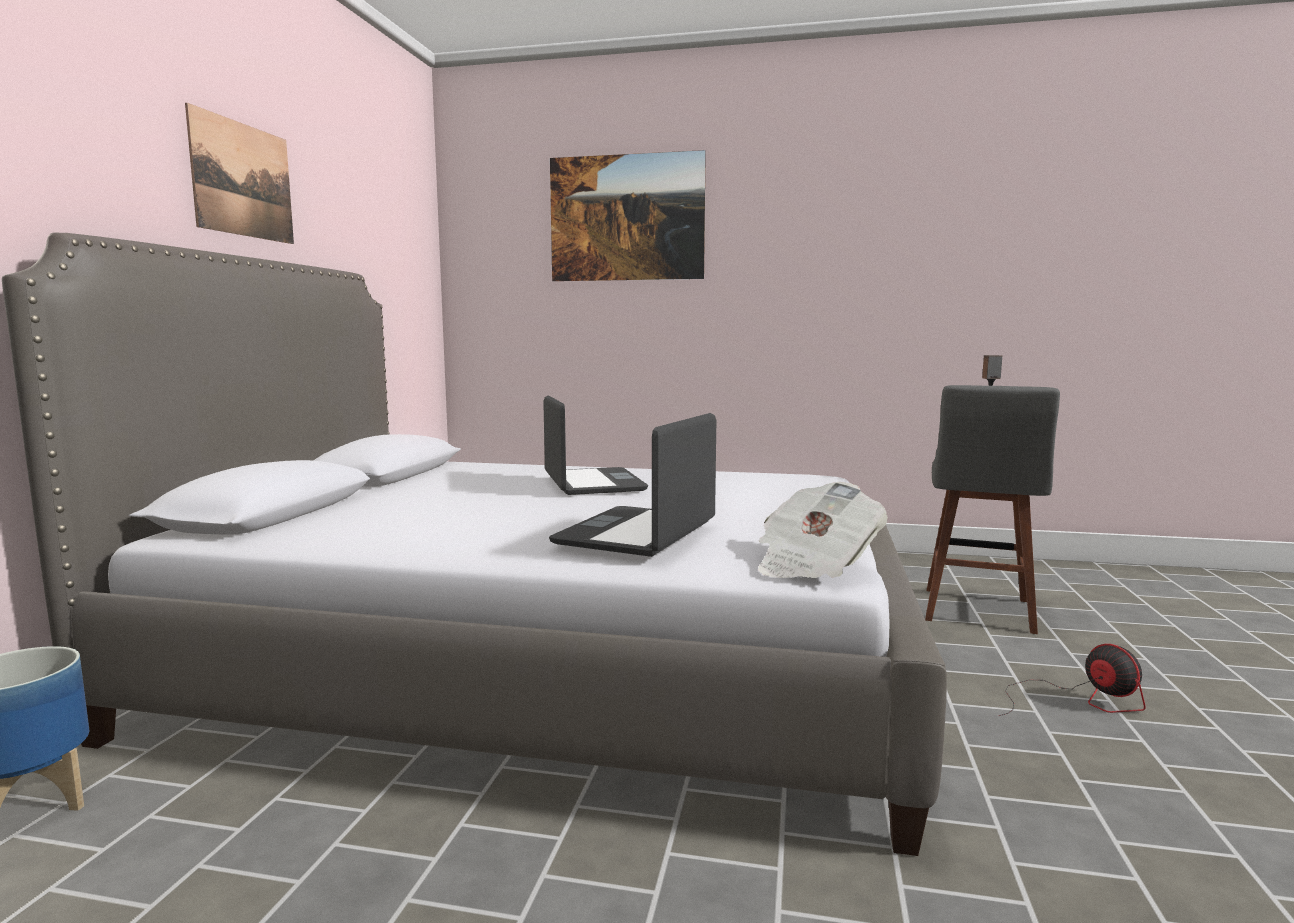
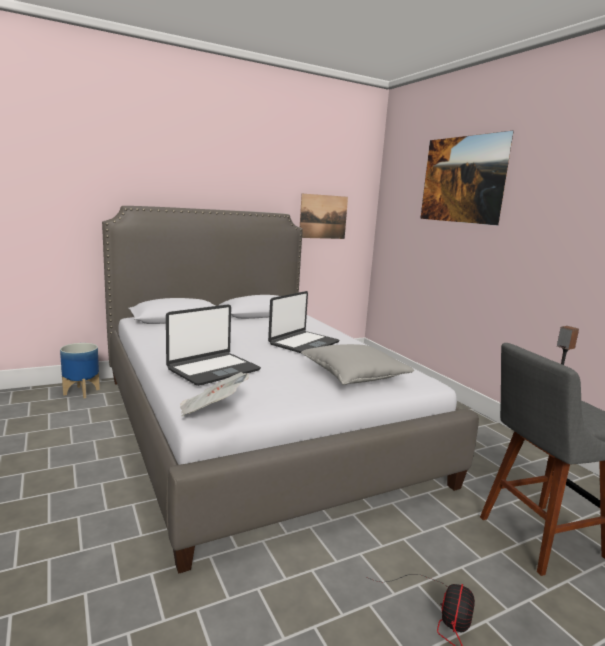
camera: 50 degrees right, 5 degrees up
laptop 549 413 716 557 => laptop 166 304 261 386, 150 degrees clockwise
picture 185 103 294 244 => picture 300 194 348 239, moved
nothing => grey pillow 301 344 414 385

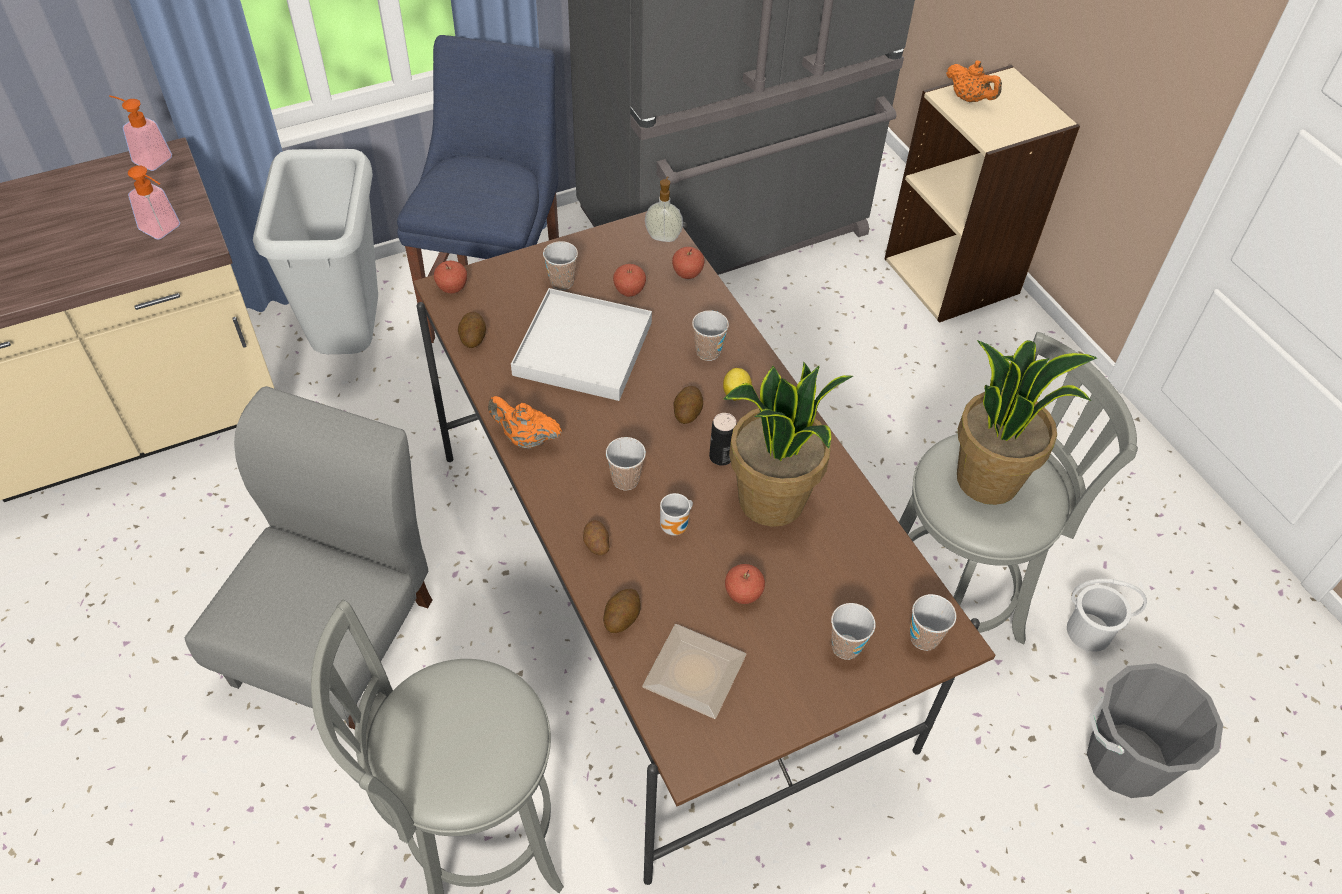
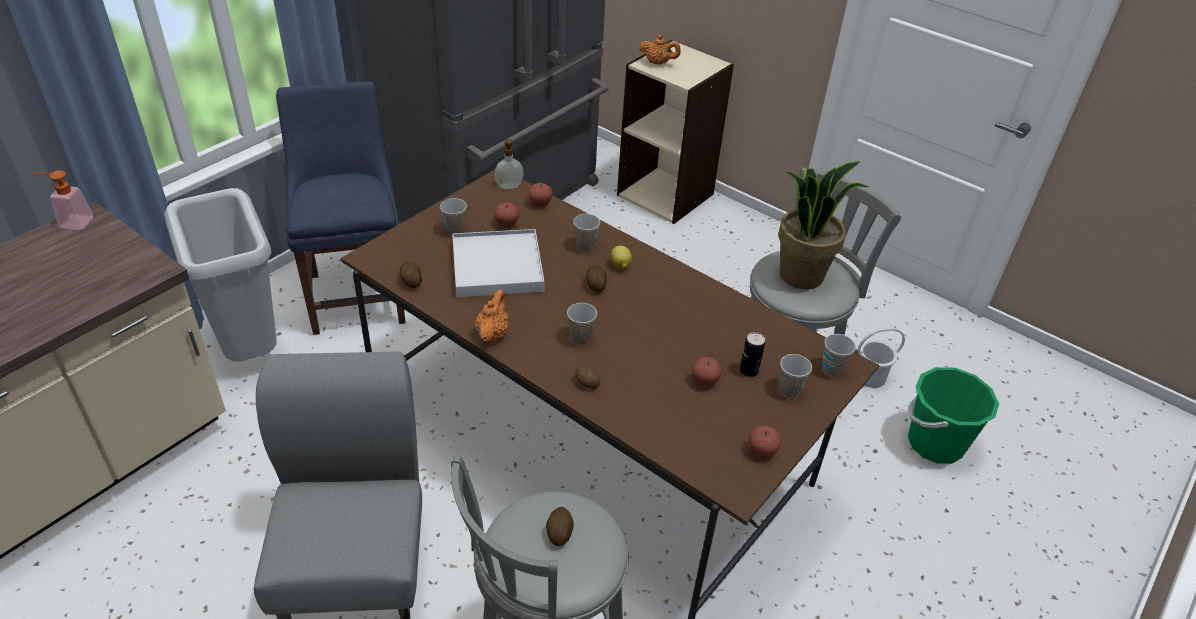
camera: 25 degrees left, 10 degrees down
orange teapot 488 396 562 449 => orange teapot 475 290 509 342, 105 degrees clockwise
potato 603 589 640 633 => potato 546 507 574 546, moved
can 709 413 737 466 => can 740 332 765 377, moved
apple 434 261 467 293 => apple 749 426 781 458, moved
grey bucket 1087 663 1223 798 => green bucket 908 367 999 464
soap dispenser 128 166 180 240 => nothing
plate 642 624 747 719 => nothing
mug 660 493 693 535 => nothing
potted plant 724 361 853 527 => nothing

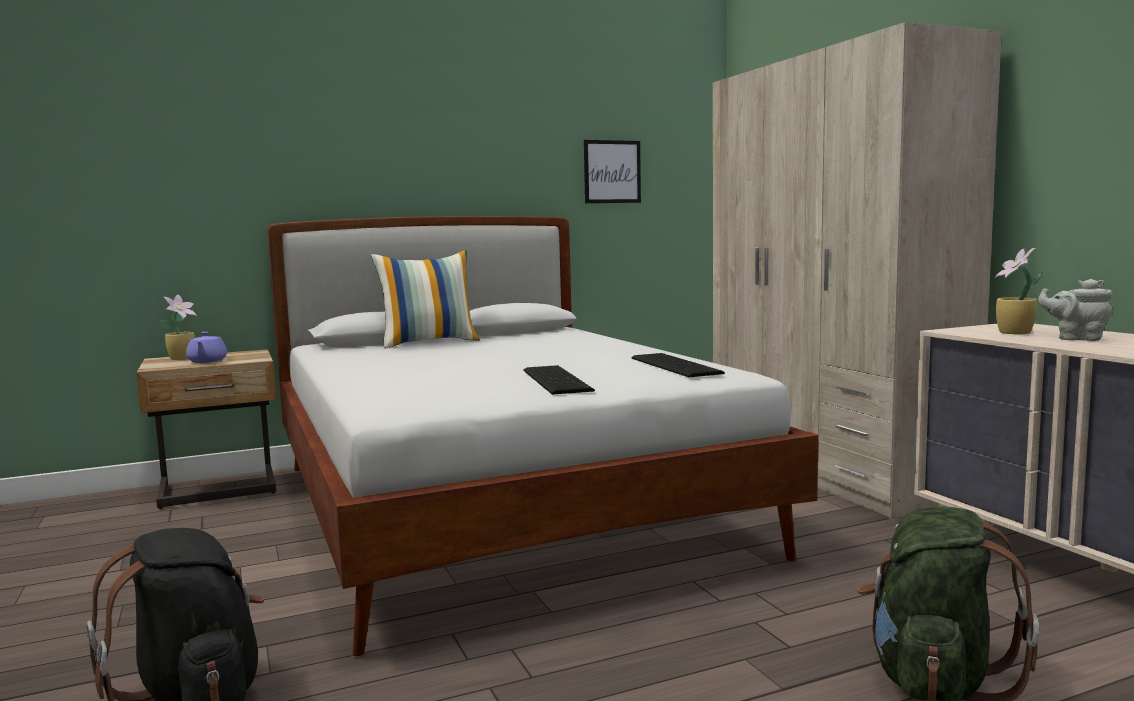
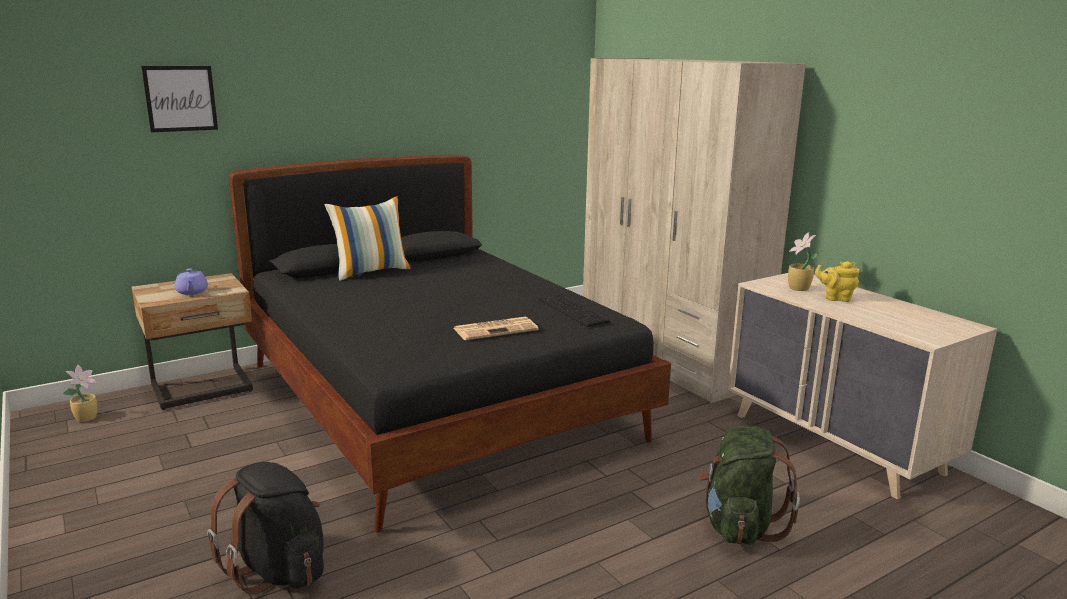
camera: 10 degrees left, 10 degrees up
potted plant 158 295 197 360 => potted plant 63 365 98 422, moved
picture 584 140 641 203 => picture 141 66 218 132, moved
white bed 267 216 818 656 => black bed 228 155 671 533
keyboard 523 365 595 395 => newspaper 454 317 538 340
grey teapot 1038 279 1112 341 => yellow teapot 815 261 859 302

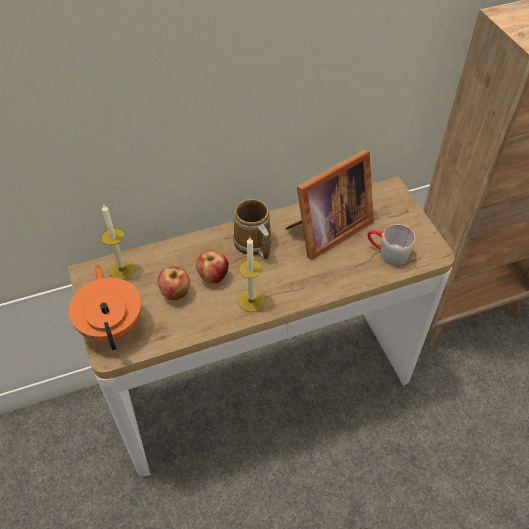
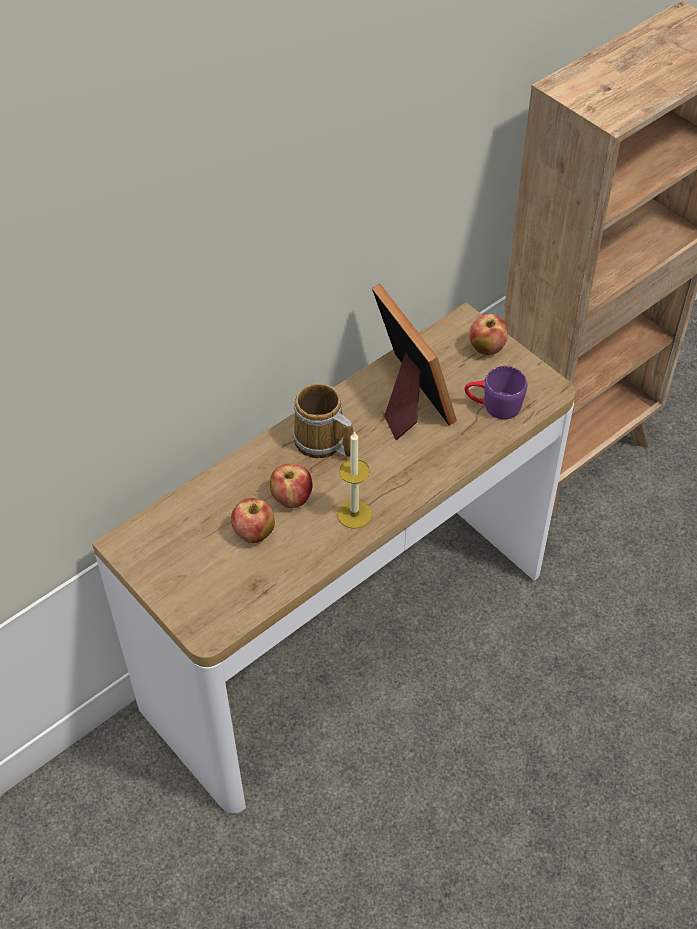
camera: 20 degrees left, 0 degrees up
picture frame 286 149 374 260 => picture frame 372 284 457 440, 60 degrees counterclockwise
grey mug 367 224 415 266 => purple mug 464 366 527 419
nothing => apple 469 314 508 355
orange teapot 69 264 142 350 => nothing
candle 101 205 135 280 => nothing

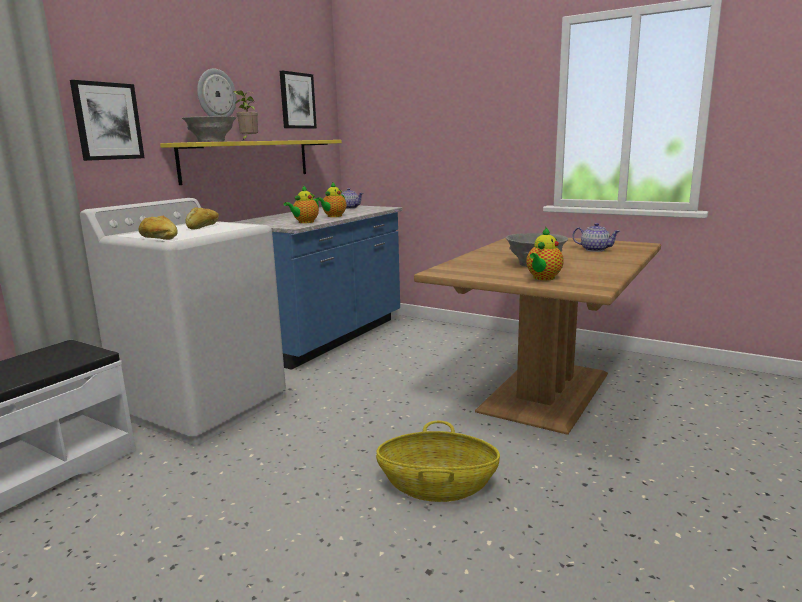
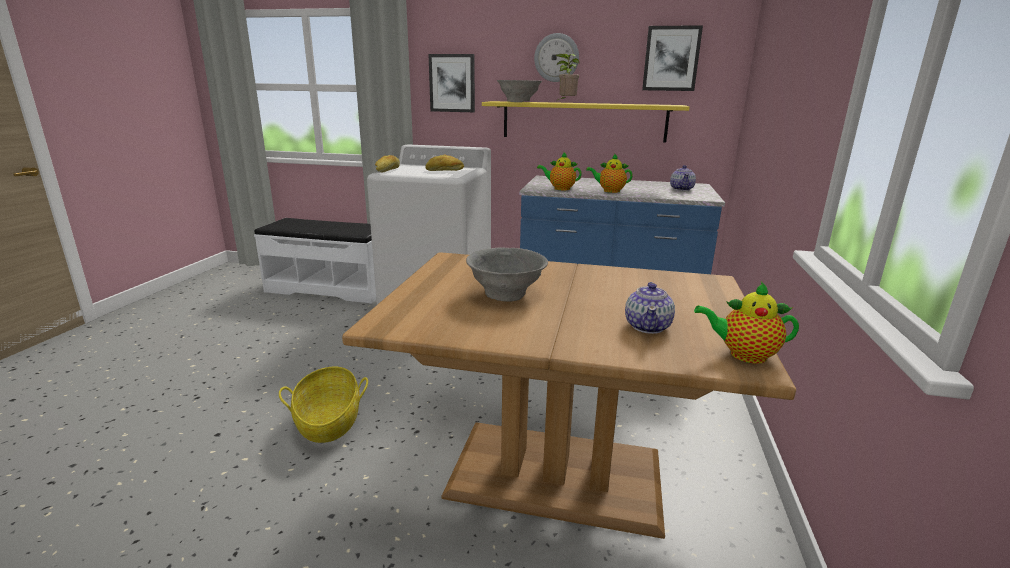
camera: 70 degrees right, 5 degrees up
teapot 526 227 564 280 => teapot 694 282 799 364, moved

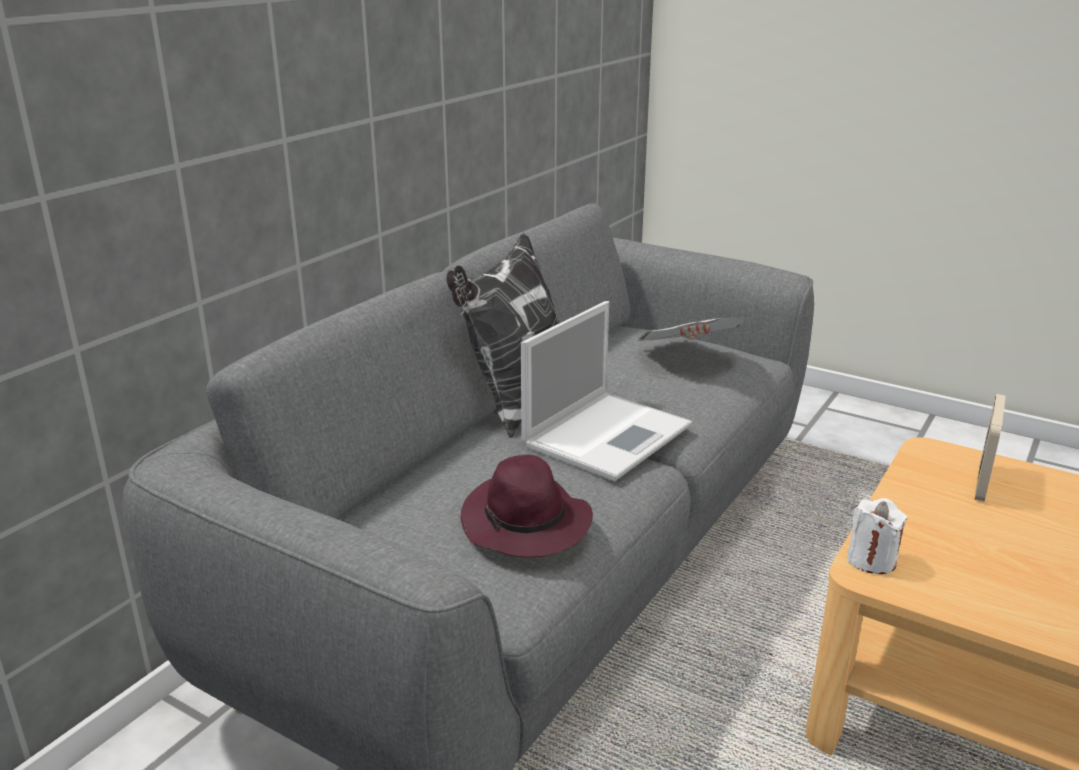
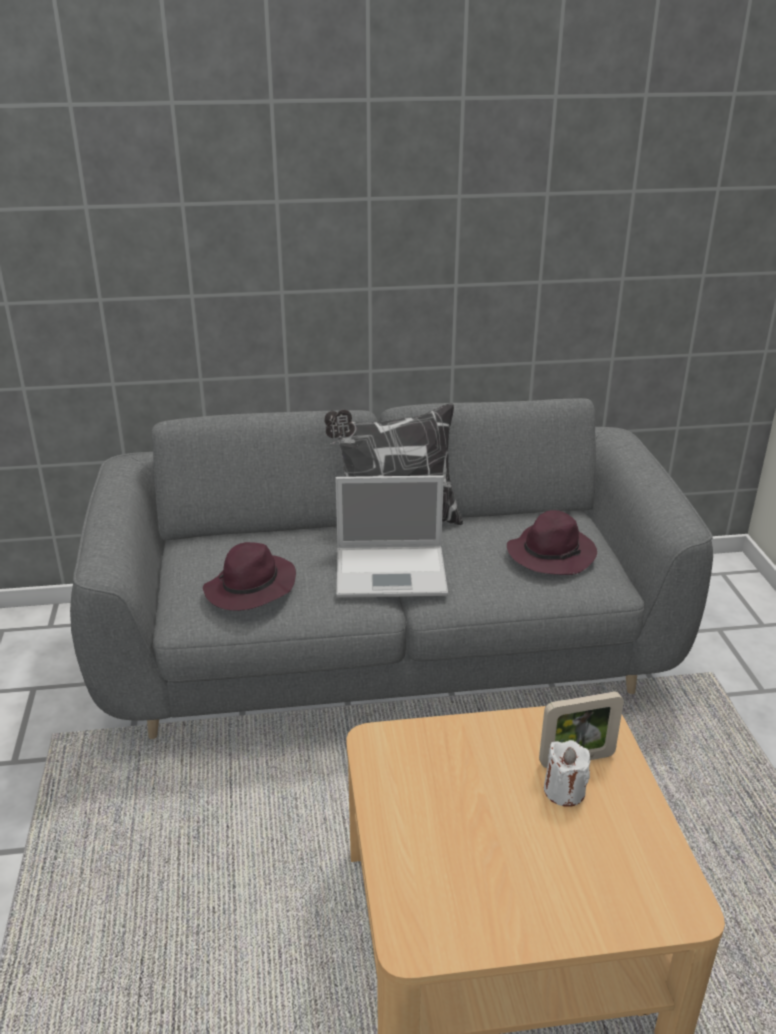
camera: 50 degrees right, 5 degrees up
newspaper 638 317 746 341 => purple hat 507 510 597 575
white candle 847 498 907 574 => white candle 544 740 590 807, moved

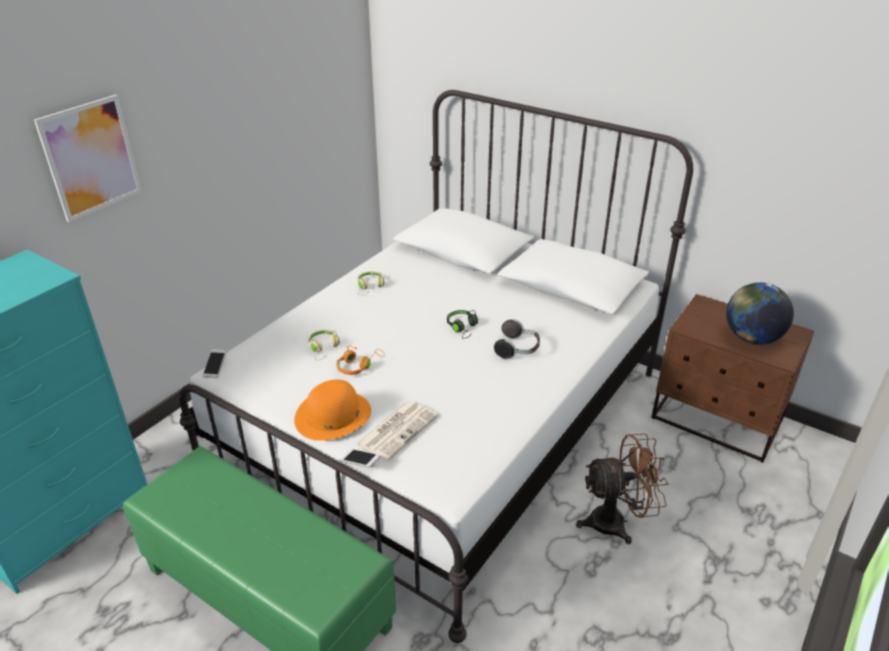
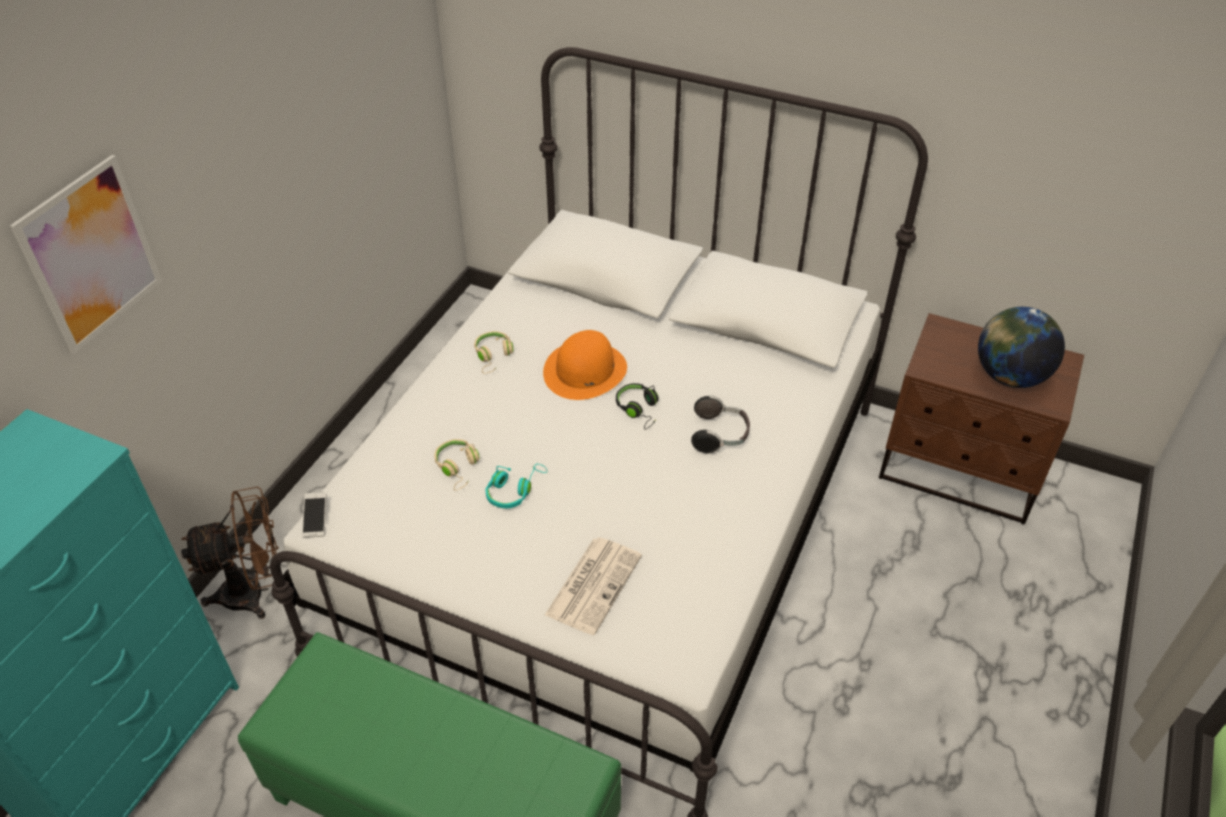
camera: 10 degrees left, 10 degrees up
brown fan 576 434 668 544 => brown fan 181 486 279 619, moved
orange headphones 337 345 385 375 => turquoise headphones 486 464 548 508
orange hat 294 379 371 441 => orange hat 543 330 627 400, moved
phone 341 449 381 468 => nothing

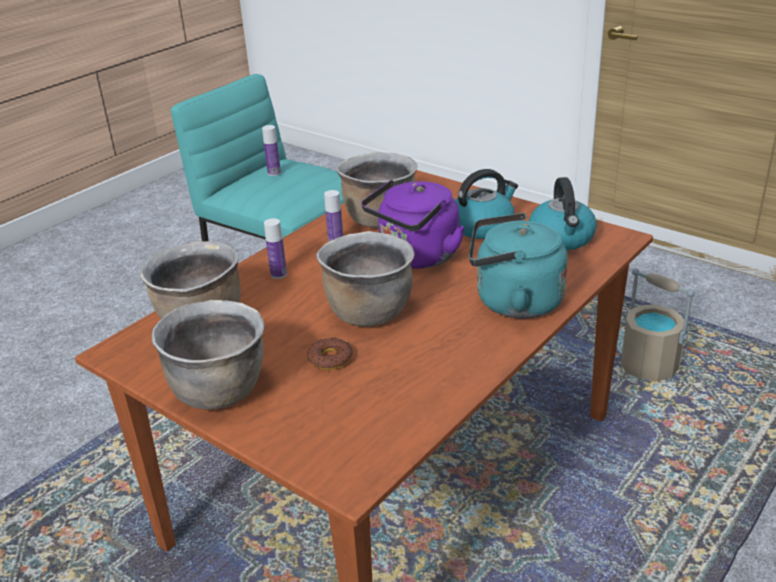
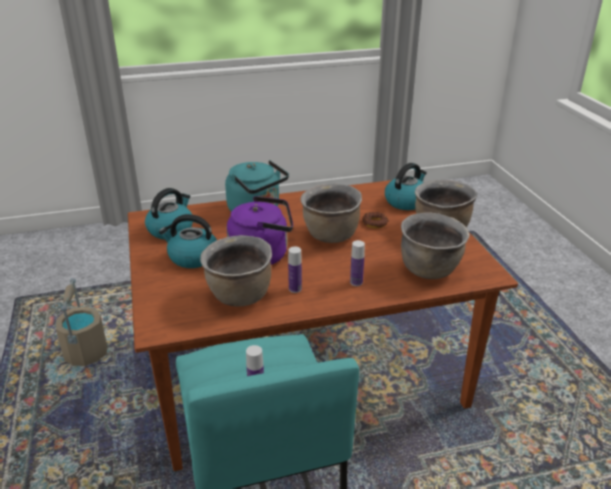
camera: 145 degrees left, 0 degrees up
nothing => kettle 385 163 427 210

